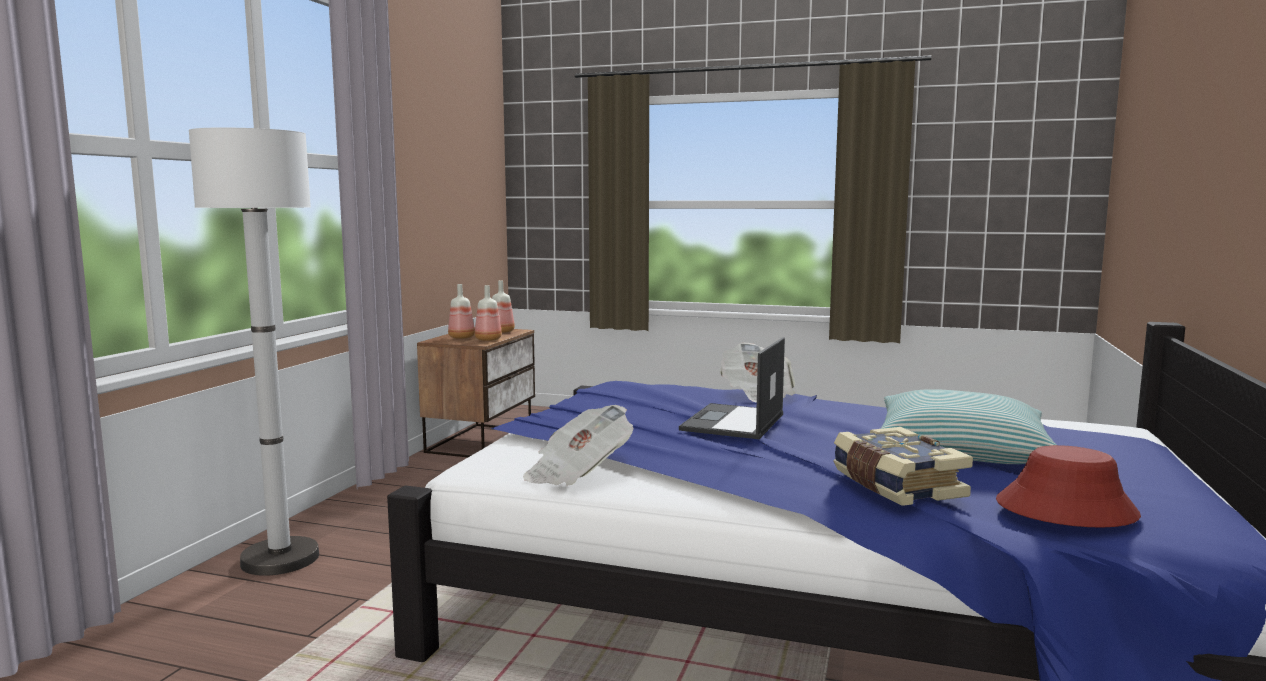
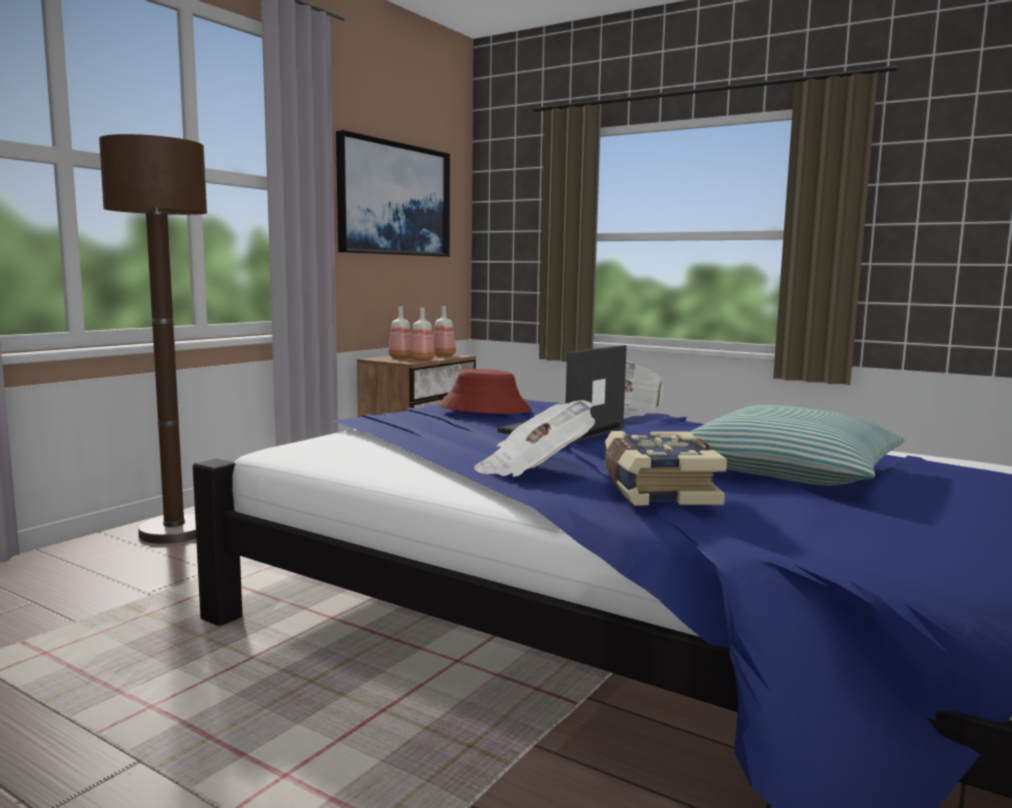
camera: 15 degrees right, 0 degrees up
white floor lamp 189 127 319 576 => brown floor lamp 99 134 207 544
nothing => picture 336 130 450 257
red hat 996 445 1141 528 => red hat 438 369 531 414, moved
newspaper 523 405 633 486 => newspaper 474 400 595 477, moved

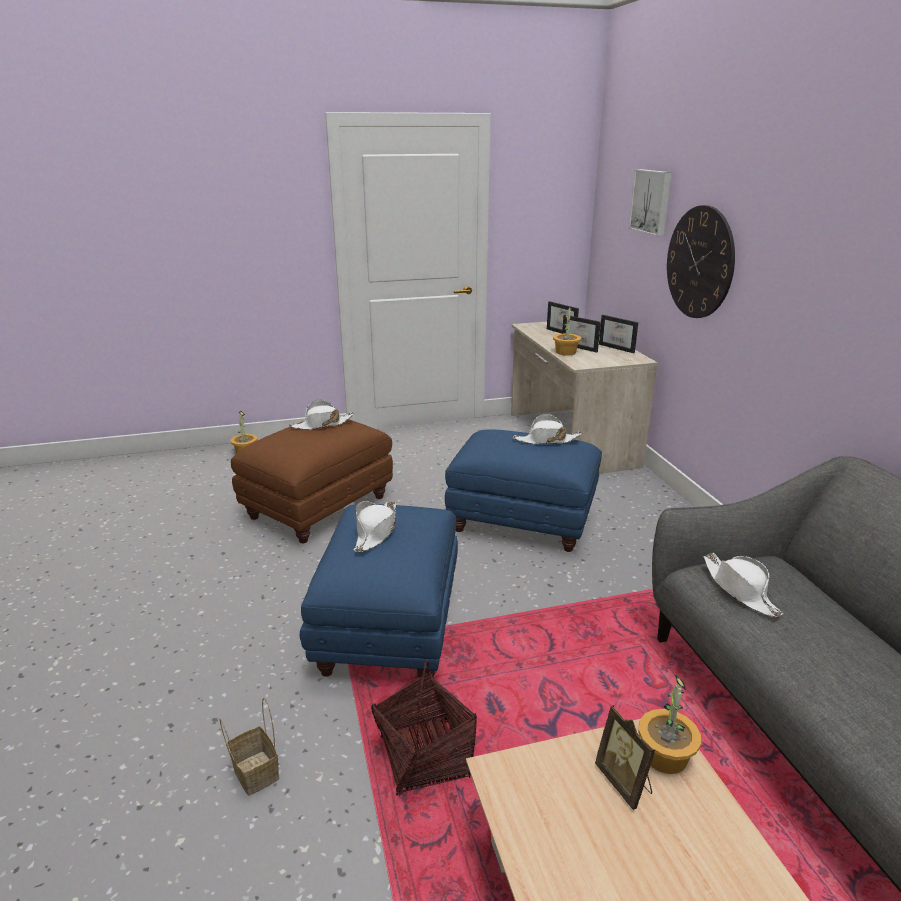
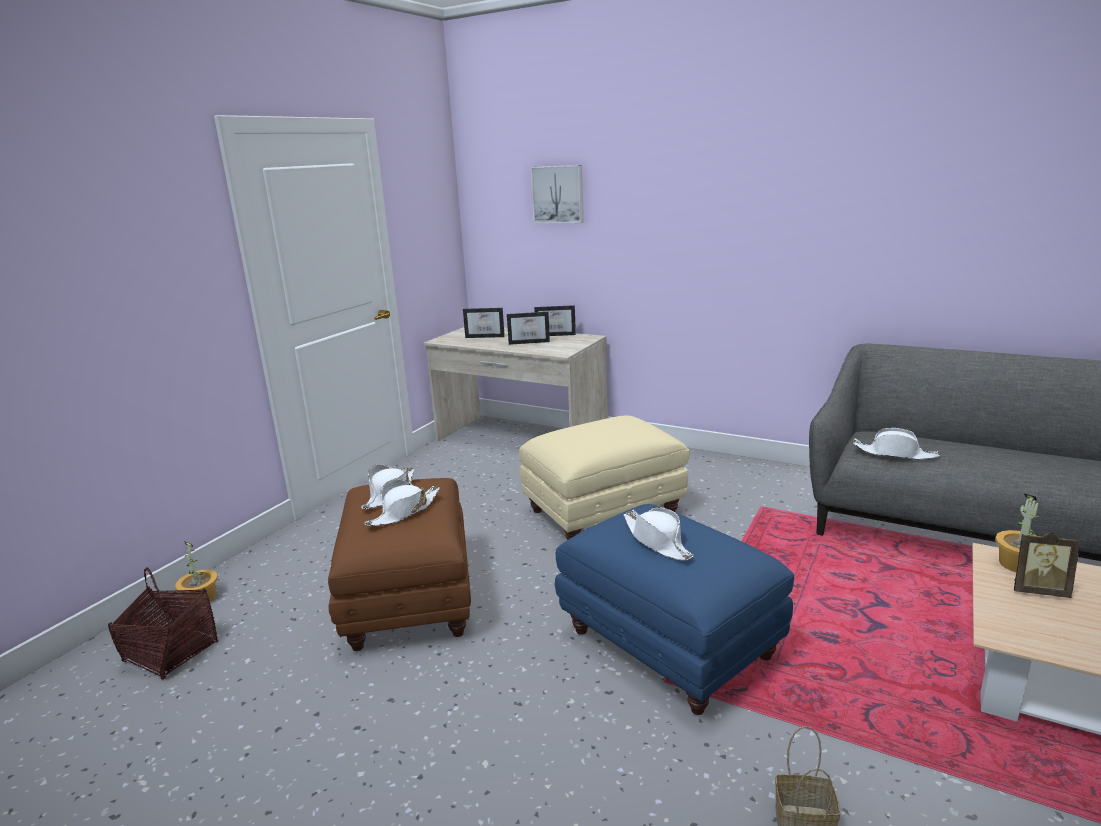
camera: 45 degrees left, 5 degrees down
basket 371 660 477 797 => basket 108 567 218 680, moved
white hat 513 414 582 444 => white hat 365 479 440 526, moved
blue ottoman 445 429 602 552 => beige ottoman 519 416 690 540
potted plant 553 306 581 356 => nothing
wall clock 667 205 735 318 => nothing

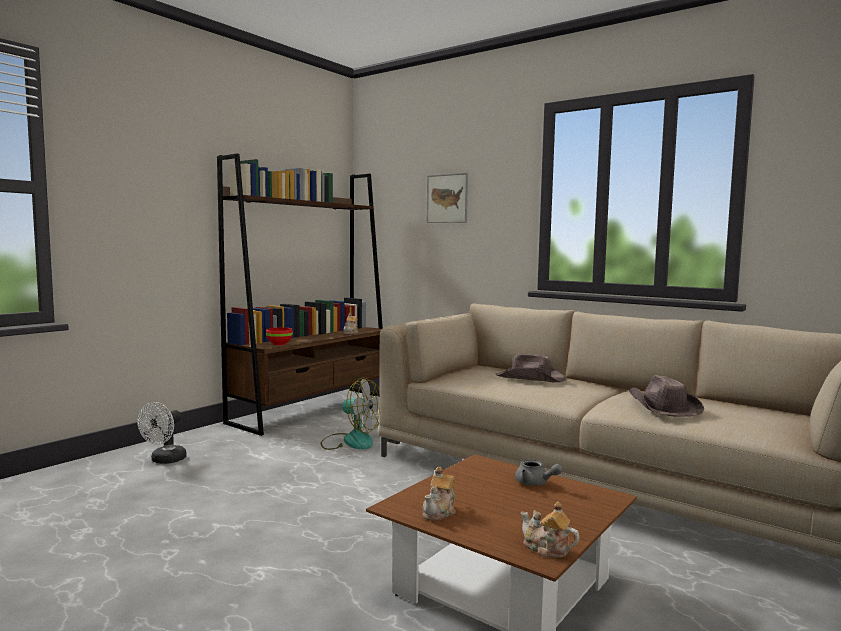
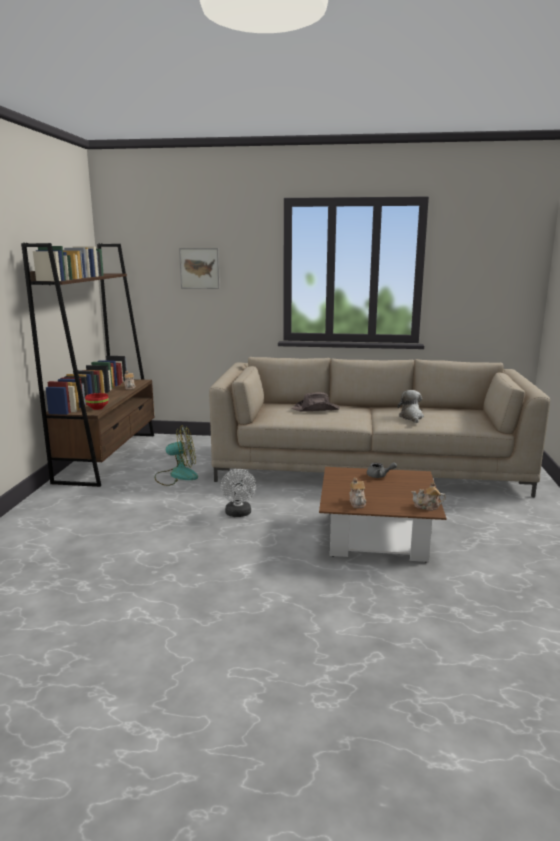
camera: 30 degrees left, 10 degrees up
white fan 137 402 187 464 => white fan 221 469 256 517, moved
brown hat 629 375 704 417 => plush toy 397 390 424 423

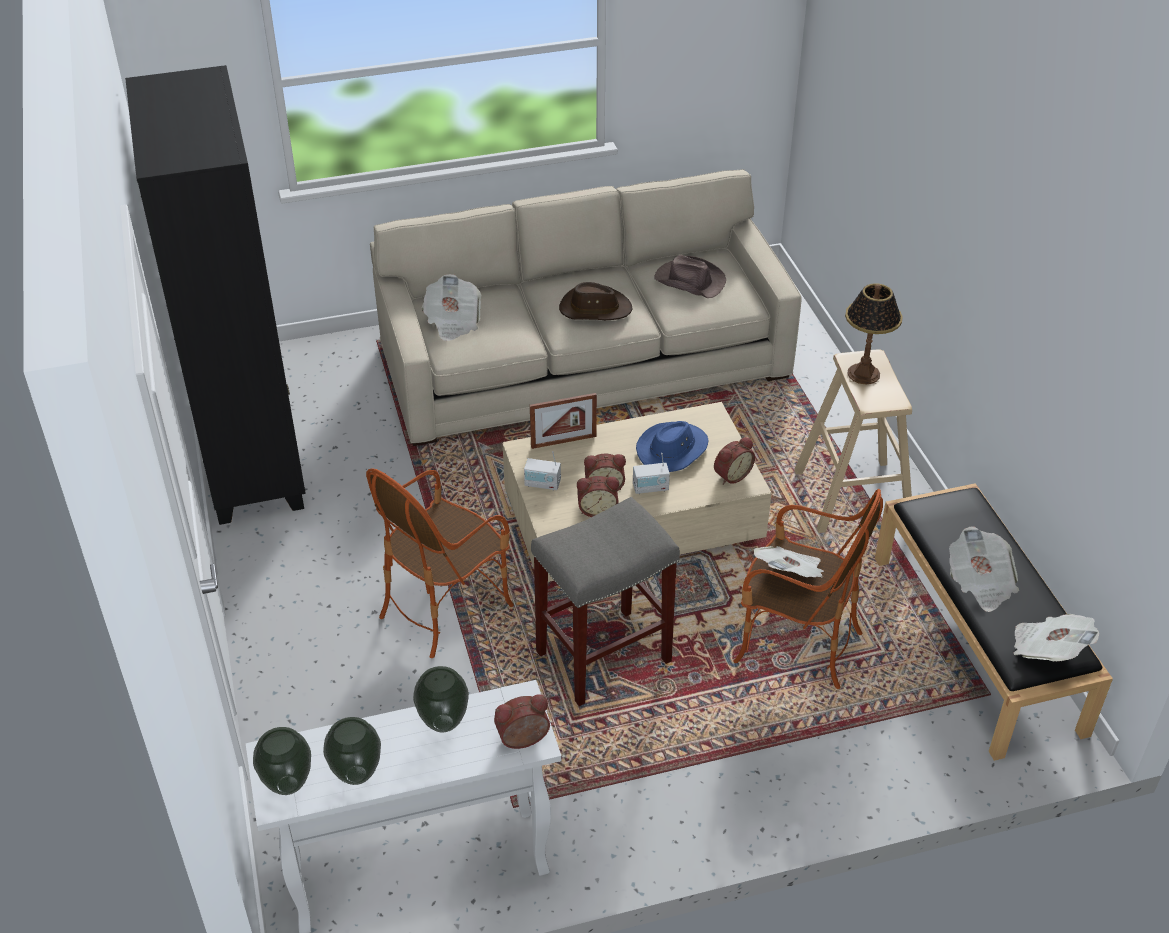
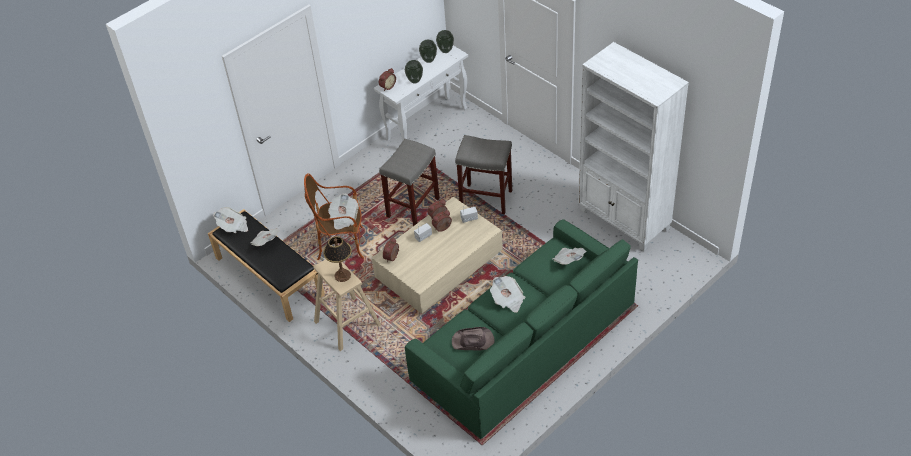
camera: 155 degrees right, 5 degrees up
beige sofa 370 169 802 446 => green sofa 405 219 638 439
armchair 366 468 514 658 => grey stool 455 135 512 214
brown hat 559 282 633 320 => newspaper 490 276 525 313
black bookcase 125 65 306 525 => white bookcase 578 42 689 251
picture frame 530 393 597 449 => nothing
blue hat 636 421 709 472 => nothing

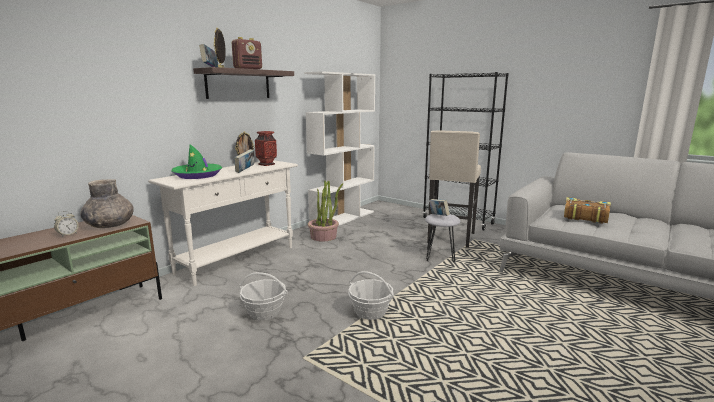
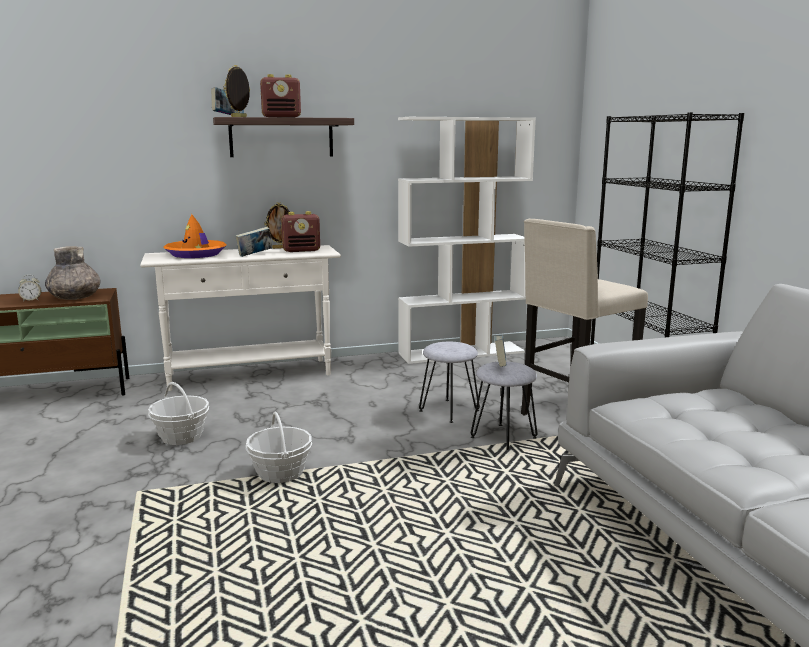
camera: 35 degrees right, 0 degrees up
green hat 171 144 222 179 => orange hat 164 214 227 258
vase 255 131 277 166 => radio 281 211 320 252
nothing => grey stool 419 342 480 423
potted plant 308 180 343 242 => nothing
book 564 197 611 224 => nothing

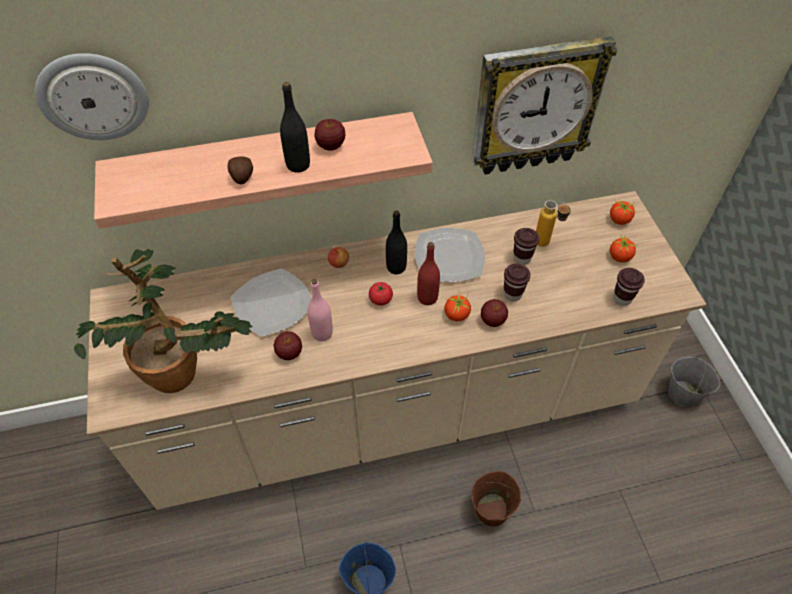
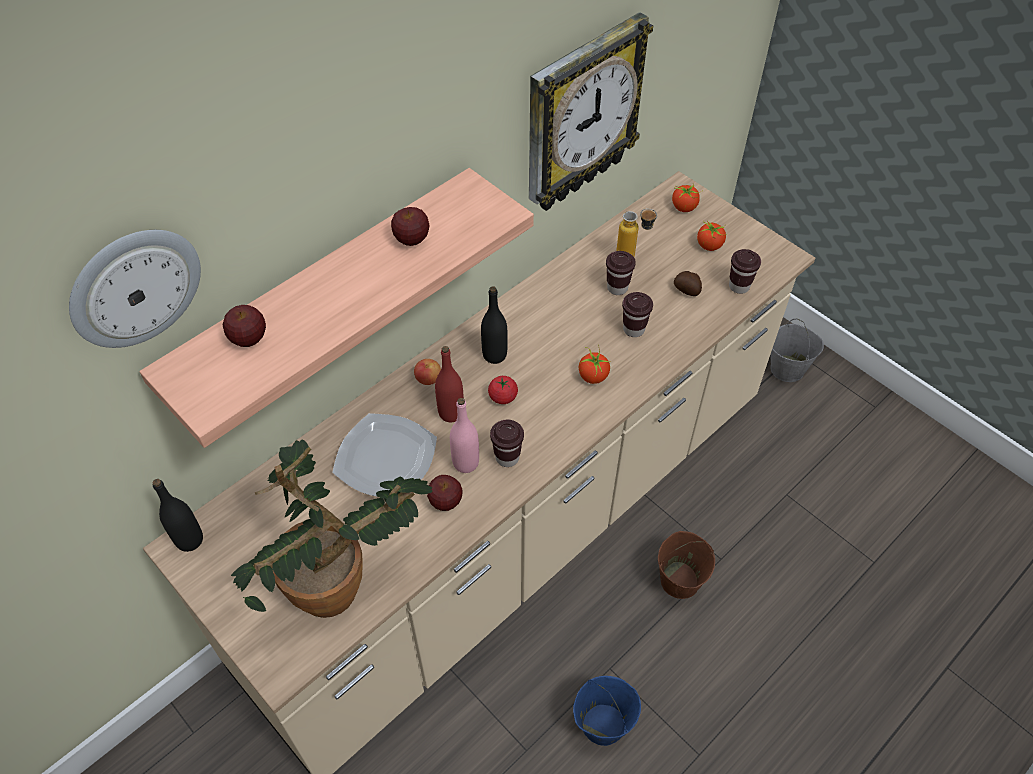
camera: 30 degrees left, 0 degrees up
black bottle 280 82 310 173 => black bottle 153 479 203 552, moved
apple 481 299 508 327 => apple 222 305 266 347, moved
red bottle 417 242 440 305 => red bottle 435 346 464 422, moved
nothing => brown cup 490 420 524 467
potato 227 156 253 184 => potato 674 271 702 296, moved
plate 415 228 485 282 => nothing

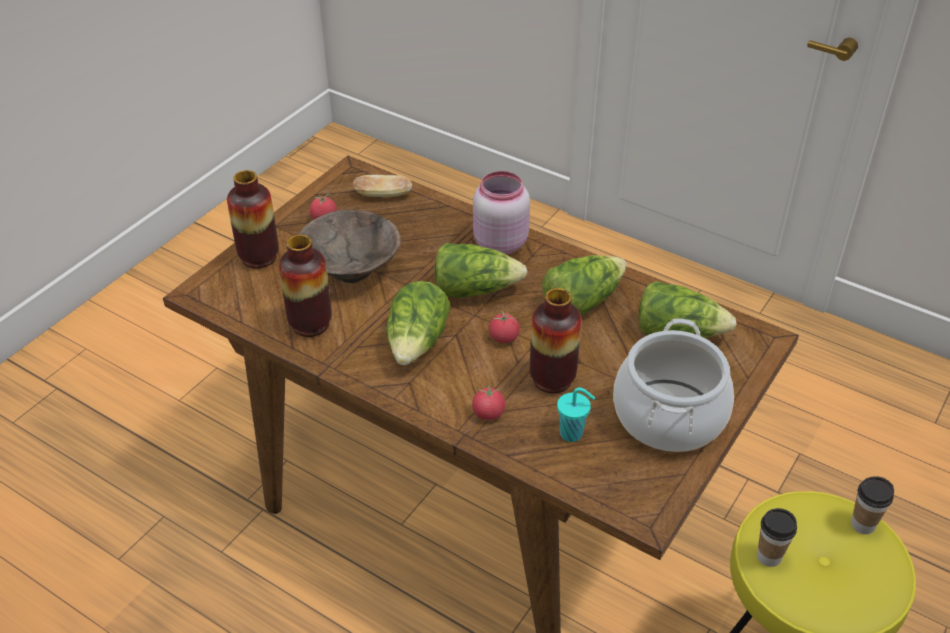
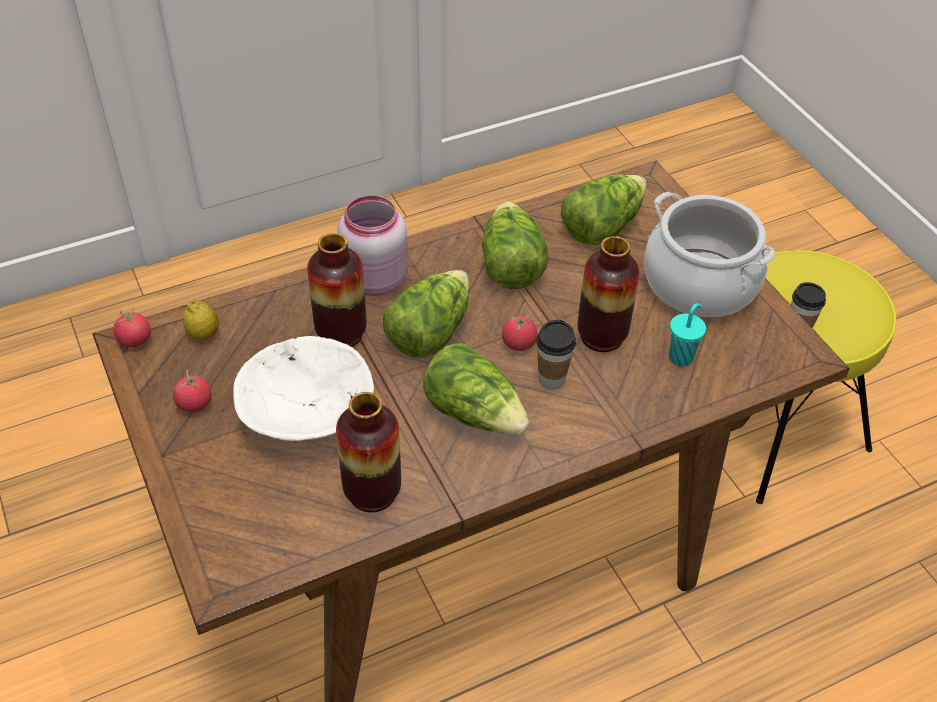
camera: 60 degrees left, 5 degrees up
tomato 472 384 505 420 => tomato 113 308 151 347, moved
bread 353 175 412 198 => lemon 183 299 218 340
brown bowl 299 210 401 283 => white bowl 233 336 374 441
vase 227 170 279 269 => vase 307 233 367 347, moved
cup 851 476 894 534 => cup 536 320 576 390, moved

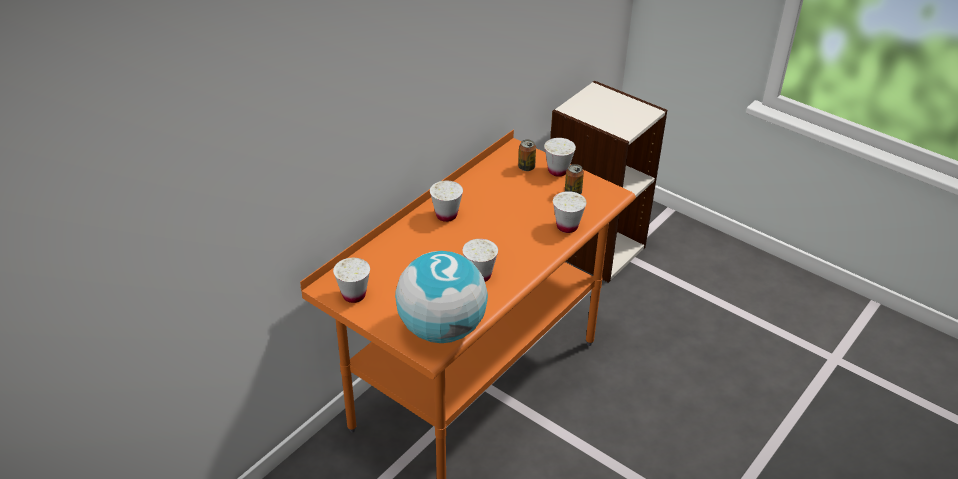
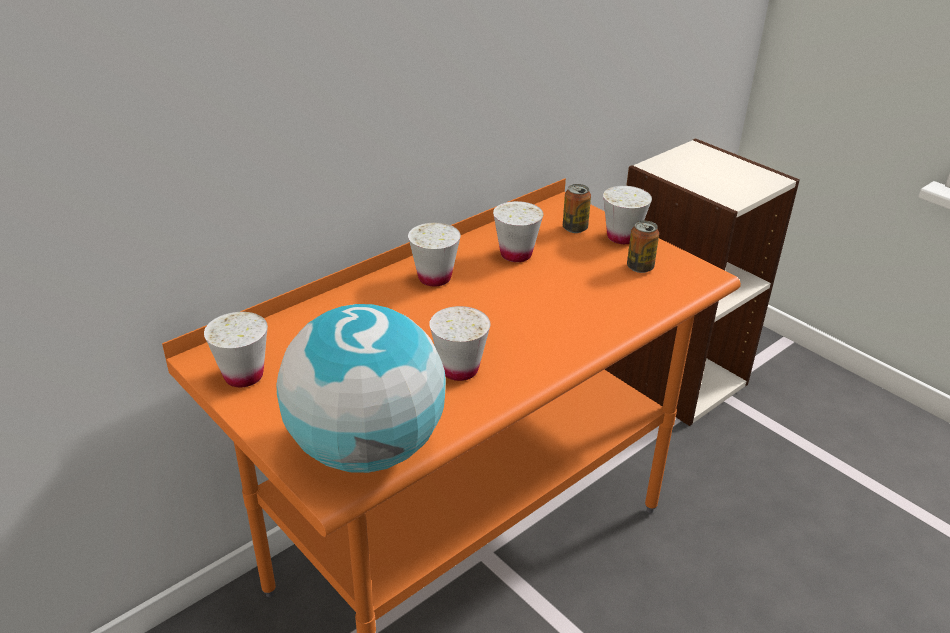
camera: 10 degrees right, 5 degrees down
white cup 553 191 586 233 => white cup 493 201 543 262, moved

